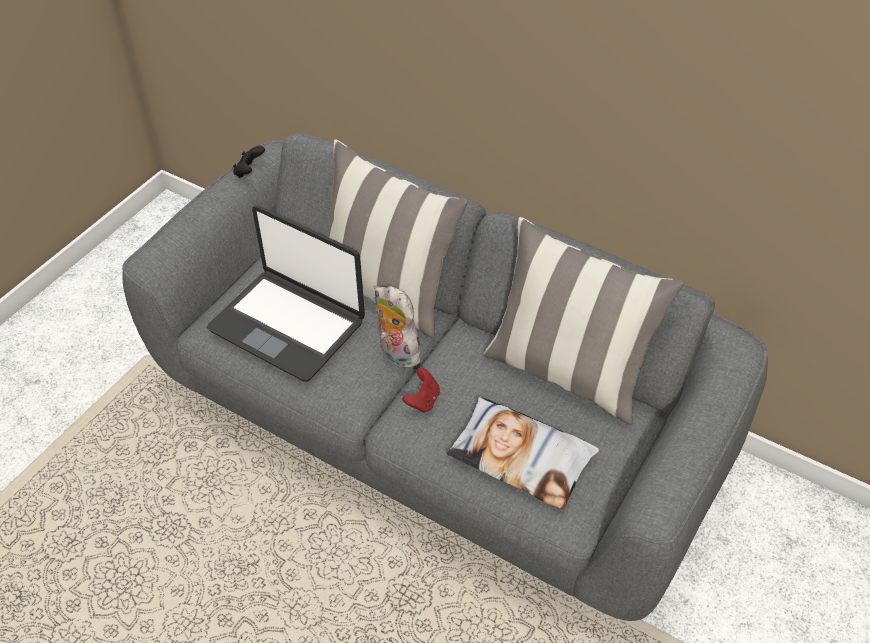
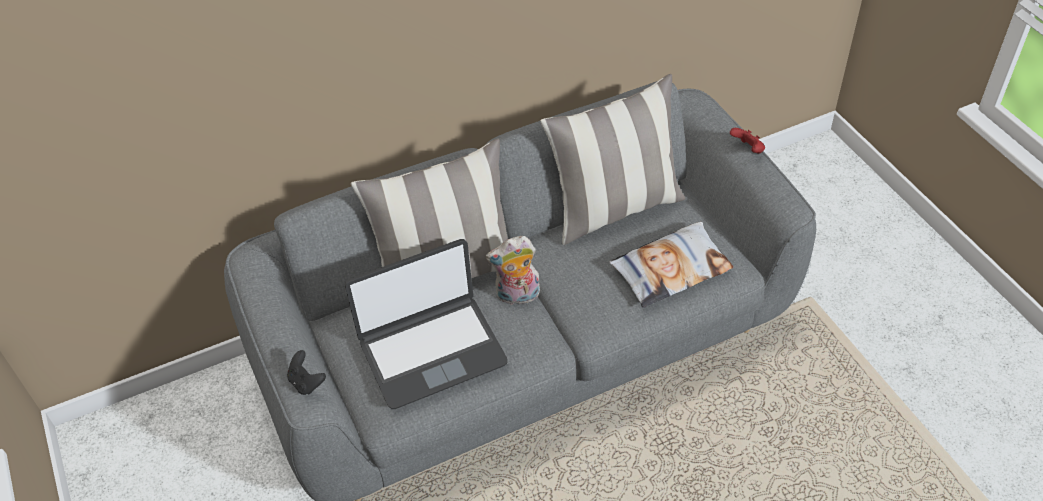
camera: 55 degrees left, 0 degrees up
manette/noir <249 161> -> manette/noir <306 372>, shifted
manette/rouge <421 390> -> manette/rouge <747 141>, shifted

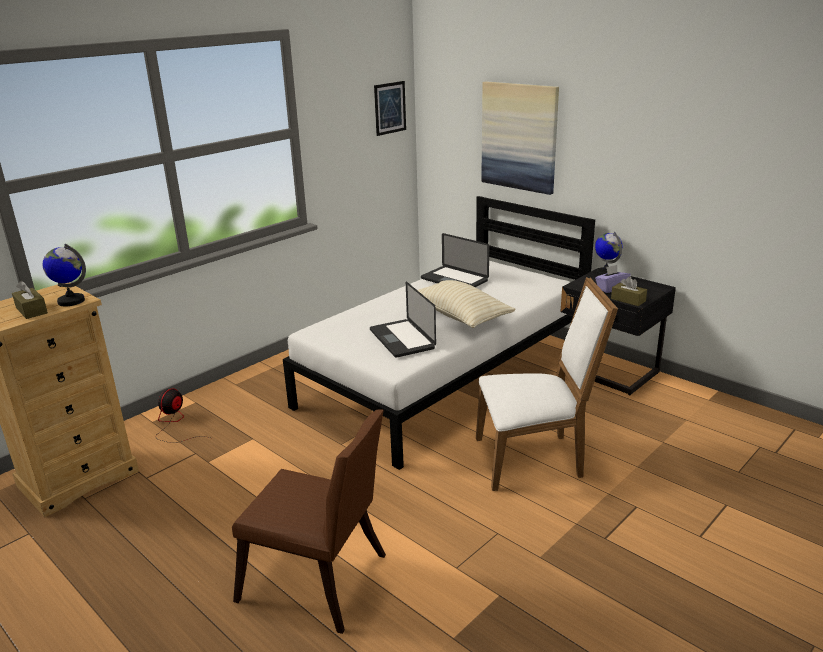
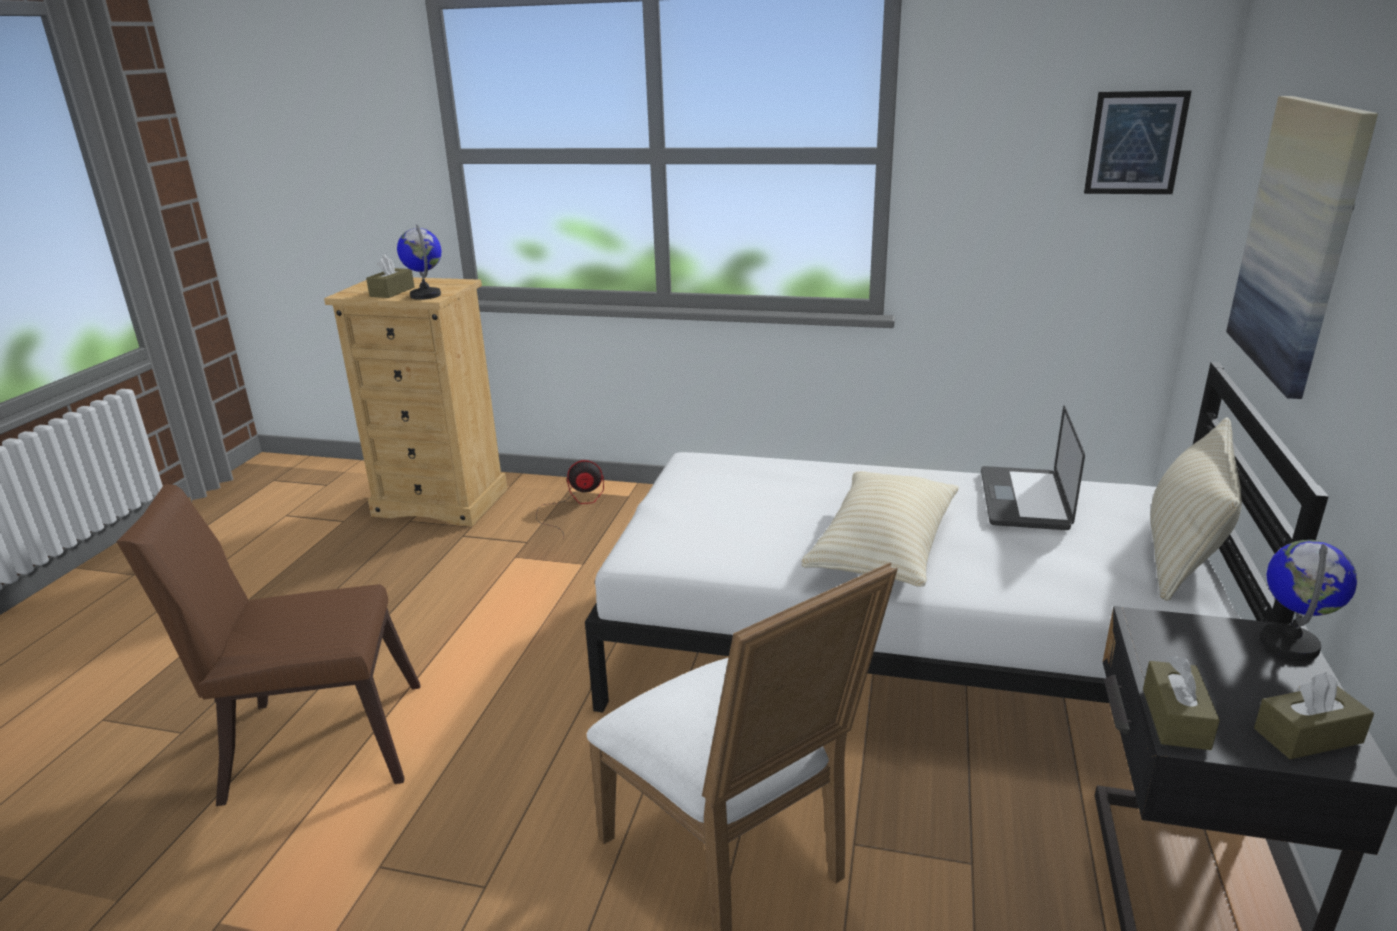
camera: 60 degrees right, 0 degrees up
boîte à mouchoirs/violet <613 279> -> none
ordinateur portable <403 319> -> none
chaise/marron <309 521> -> chaise/marron <268 645>, 90 degrees clockwise
none -> coussin/beige <1196 509>
none -> boîte à mouchoirs/marron <1314 715>

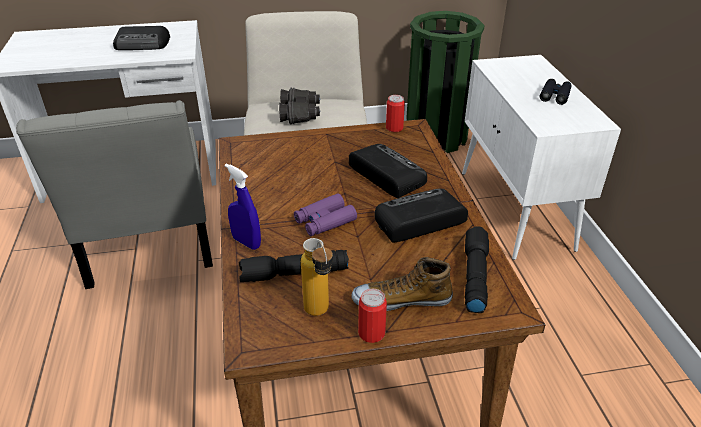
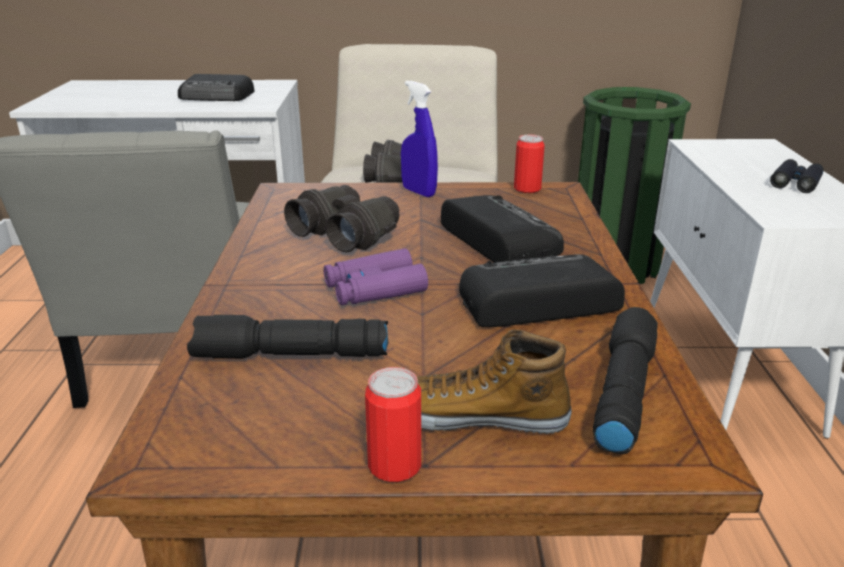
camera: 10 degrees right, 10 degrees down
vaporisateur/bleu <243 206> -> vaporisateur/bleu <419 139>, shifted
bouteille <317 277> -> none
none -> jumelles/noir <342 218>

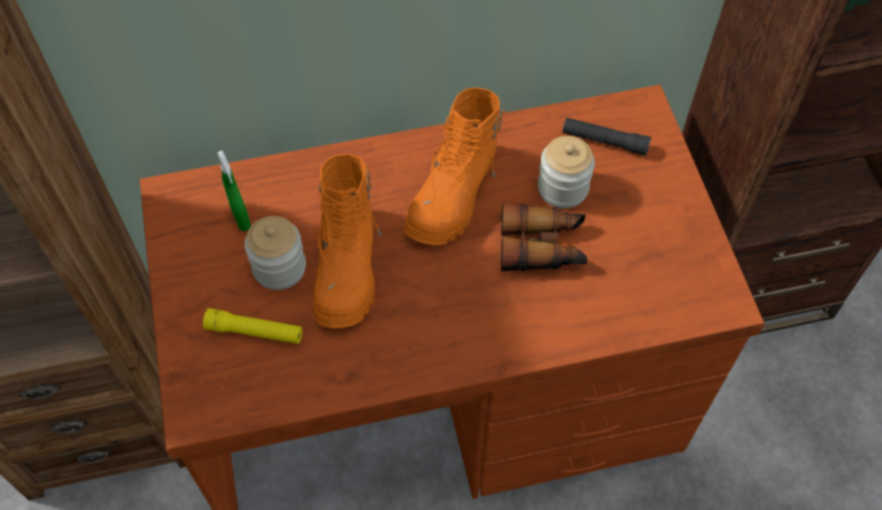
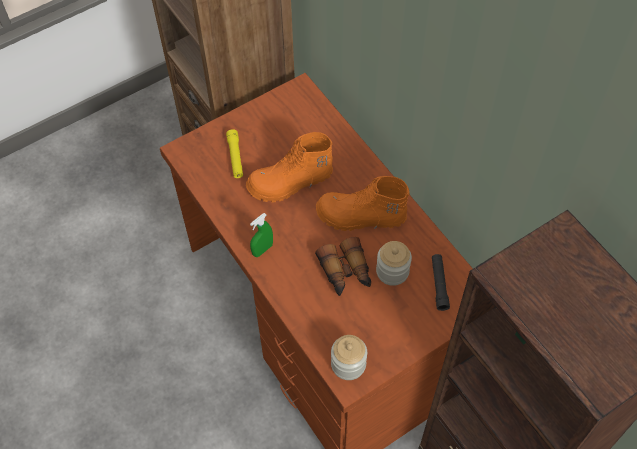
camera: 70 degrees right, 0 degrees up
vaporisateur/vert <234 190> -> vaporisateur/vert <261 235>, shifted
bocal <275 253> -> bocal <349 357>, shifted

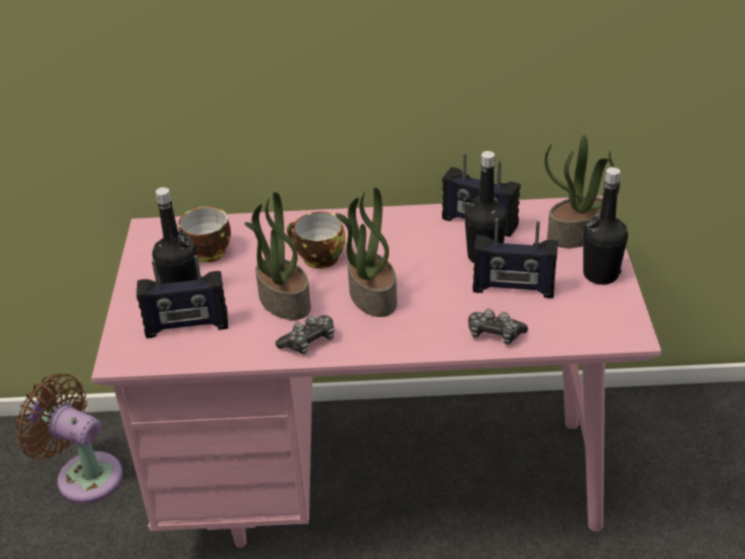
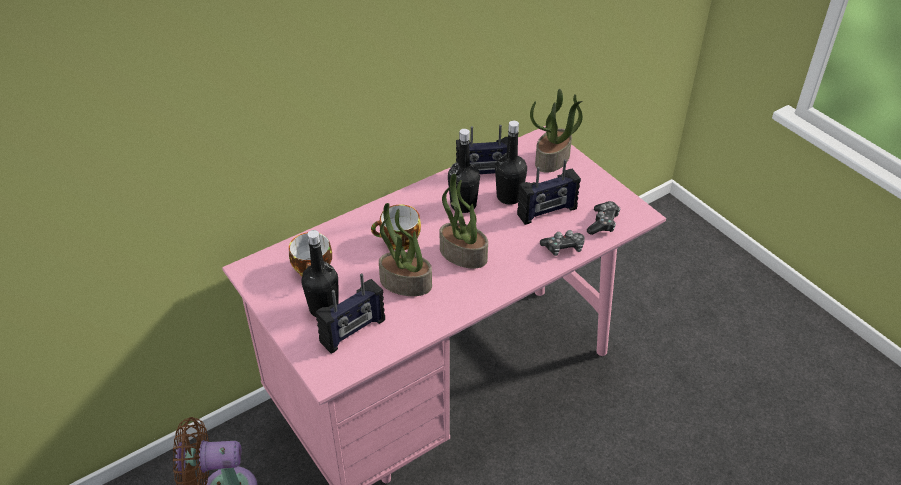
camera: 35 degrees left, 5 degrees up
bouteille/noir <605 226> -> bouteille/noir <464 171>, shifted
manette <305 335> -> manette <603 218>, shifted

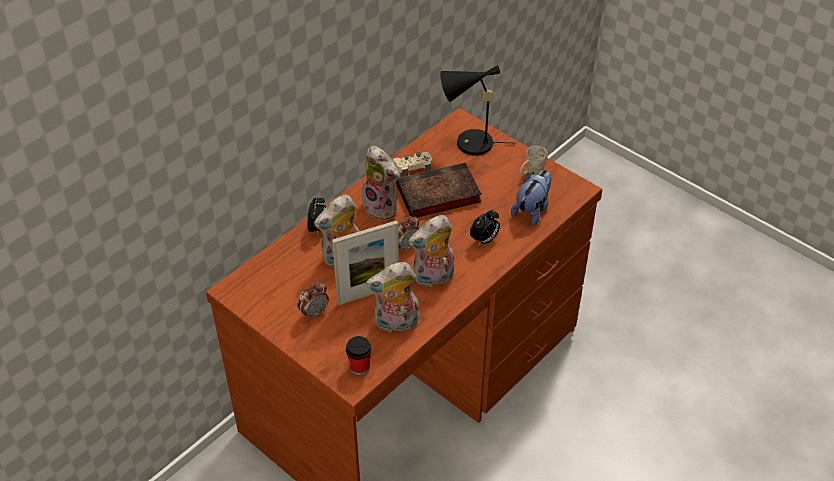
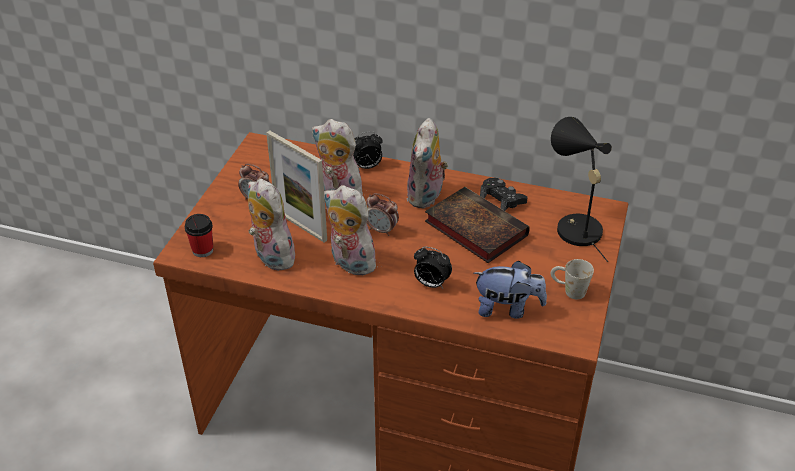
camera: 65 degrees right, 5 degrees down
manette/beige <412 164> -> manette/noir <504 194>

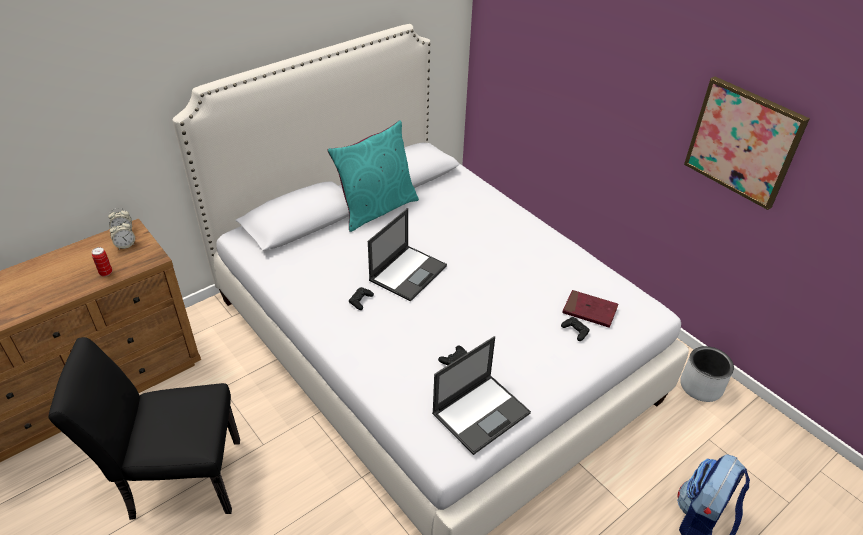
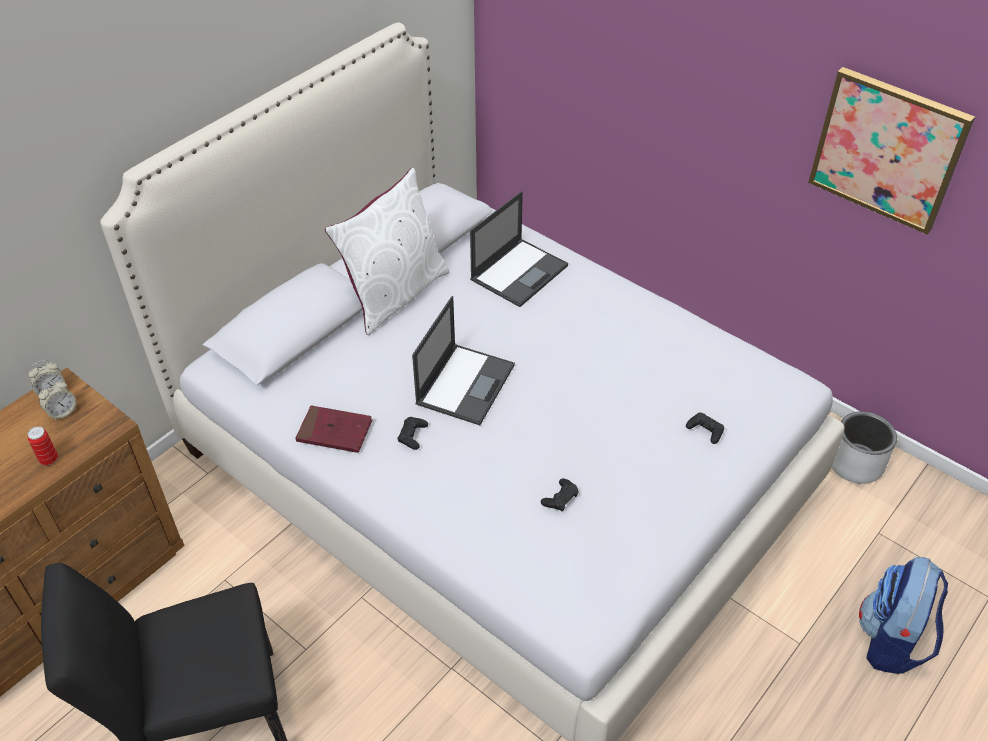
camera: 10 degrees left, 5 degrees up
coussin/turquoise <373 176> -> coussin/blanc <387 251>
livre/rouge <590 309> -> livre/rouge <333 429>, shifted
ordinateur portable <481 395> -> ordinateur portable <519 249>, shifted

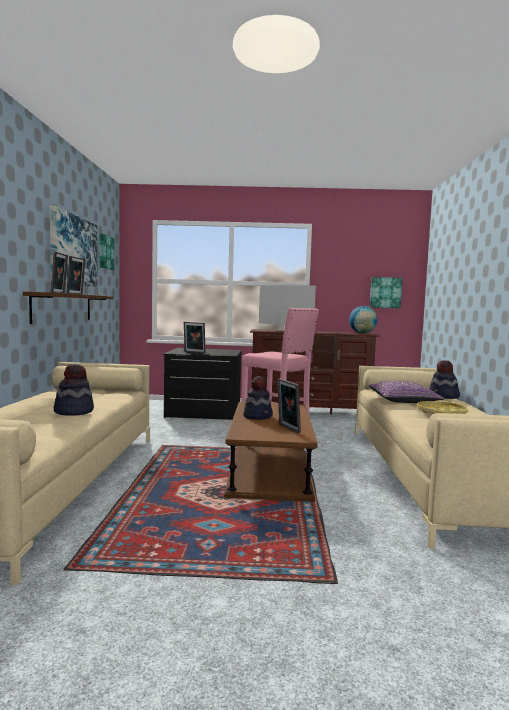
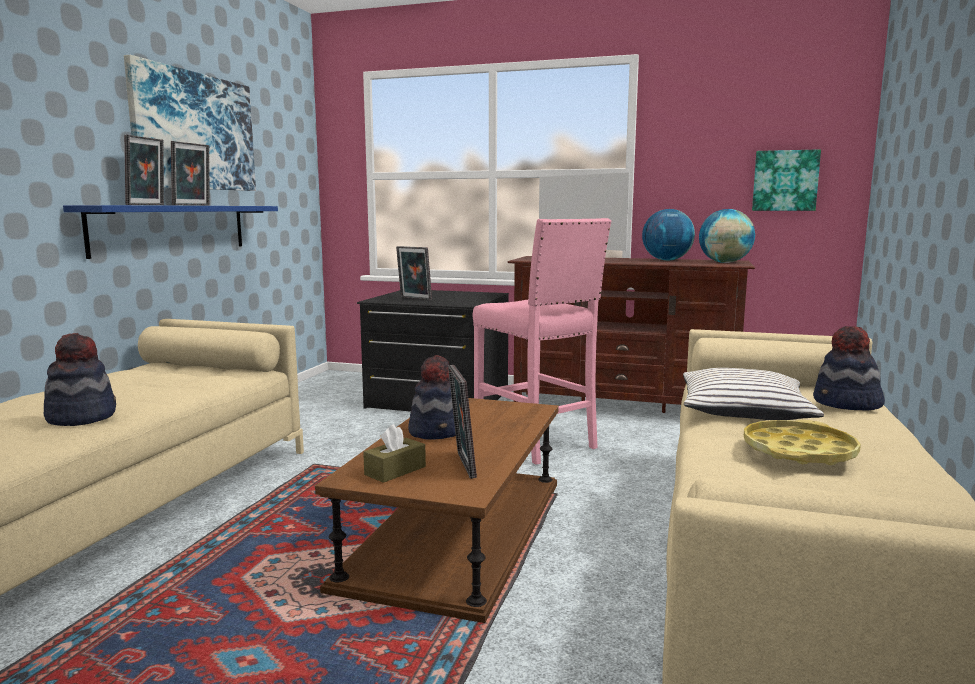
camera: 15 degrees right, 5 degrees up
tableau <106 251> -> none
étagère/marron <68 308> -> étagère/bleu <170 232>
coussin/violet <406 392> -> coussin/blanc <753 394>
none -> globe <668 235>
none -> boîte à mouchoirs/marron <394 453>

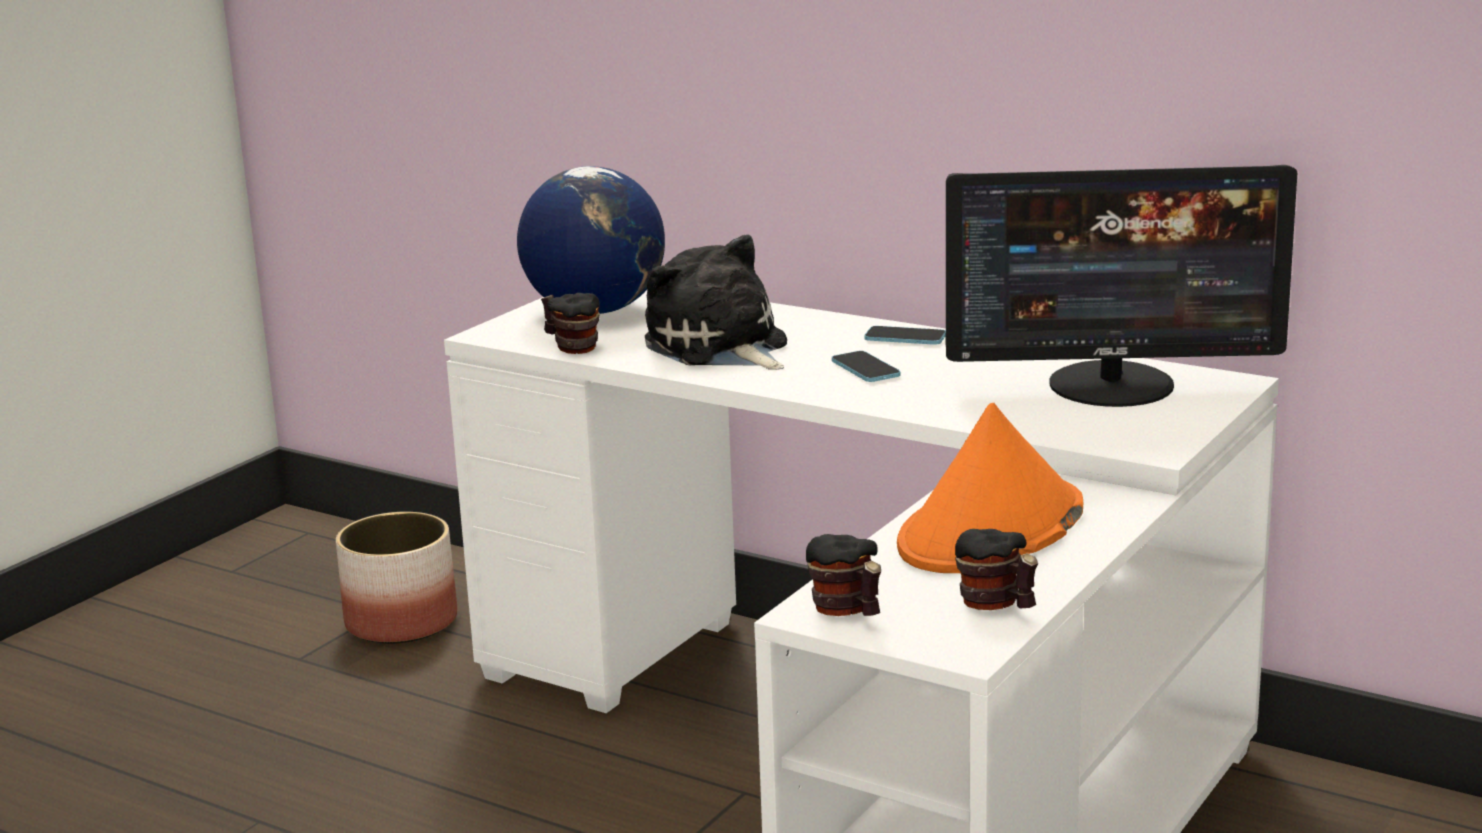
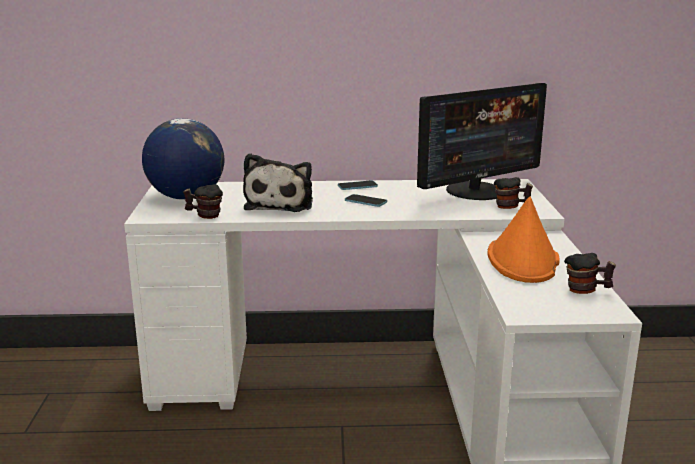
camera: 35 degrees left, 0 degrees up
peluche <716 302> -> peluche <278 182>, 105 degrees counterclockwise
cache-pot <396 578> -> none
mug <843 575> -> mug <513 193>, shifted

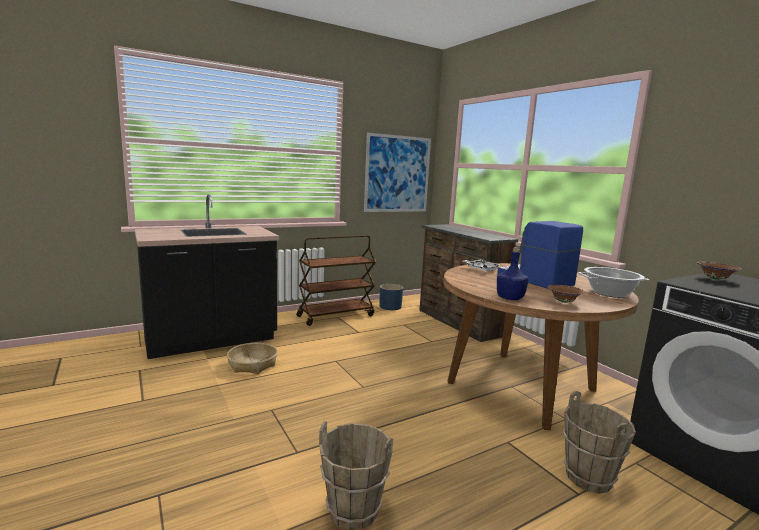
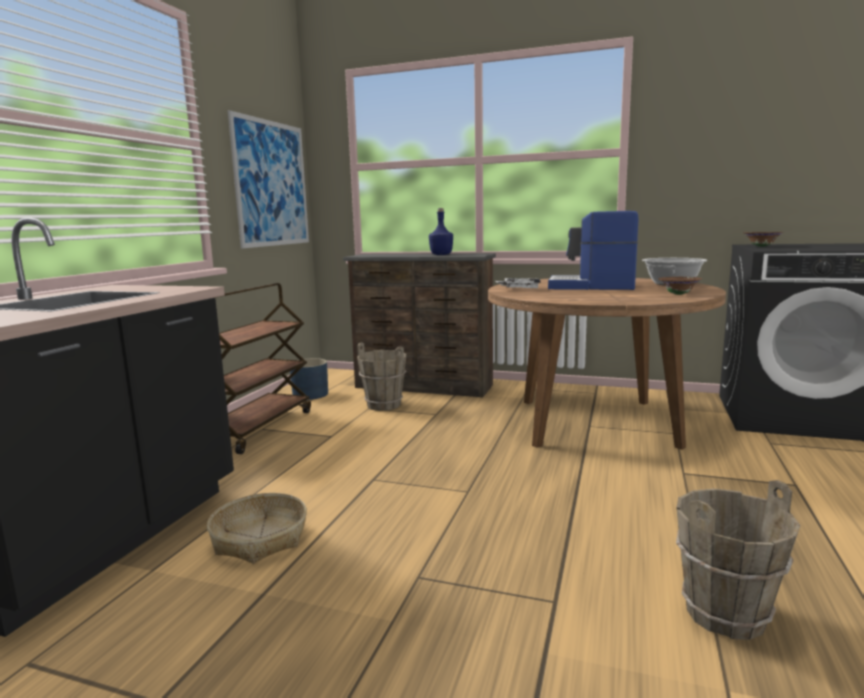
camera: 40 degrees left, 0 degrees up
bouteille/bleu <513 273> -> bouteille/bleu <441 231>, shifted
seau/marron <599 442> -> seau/marron <382 376>, shifted

